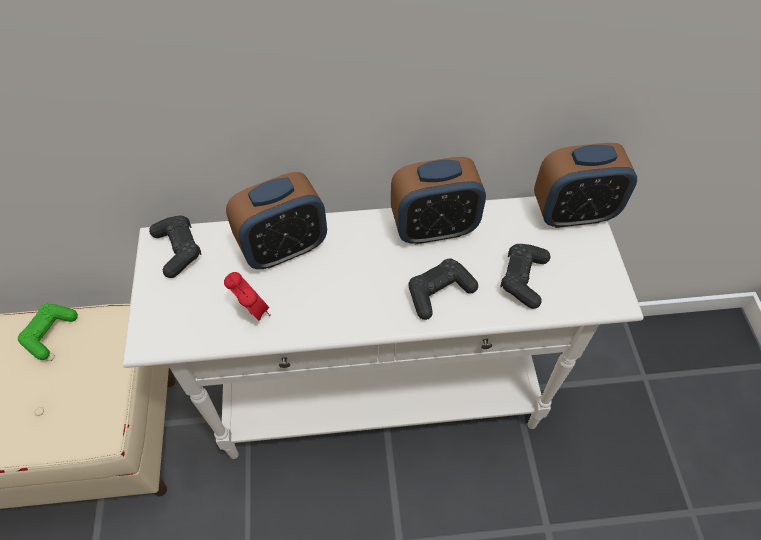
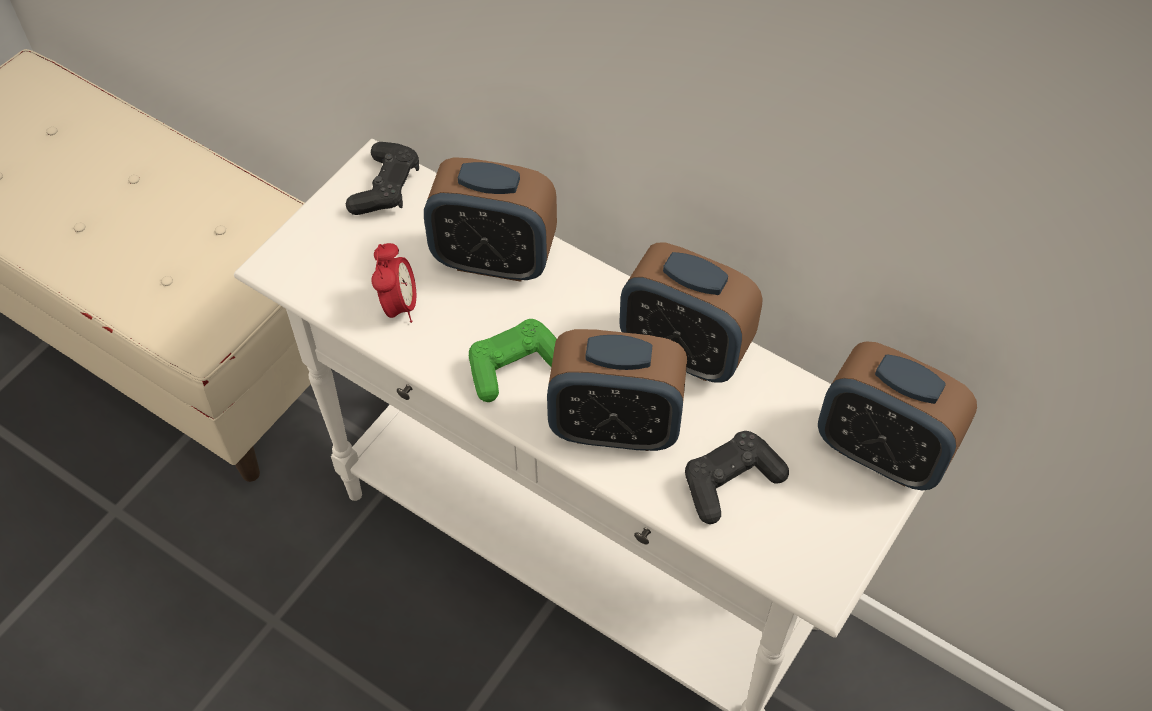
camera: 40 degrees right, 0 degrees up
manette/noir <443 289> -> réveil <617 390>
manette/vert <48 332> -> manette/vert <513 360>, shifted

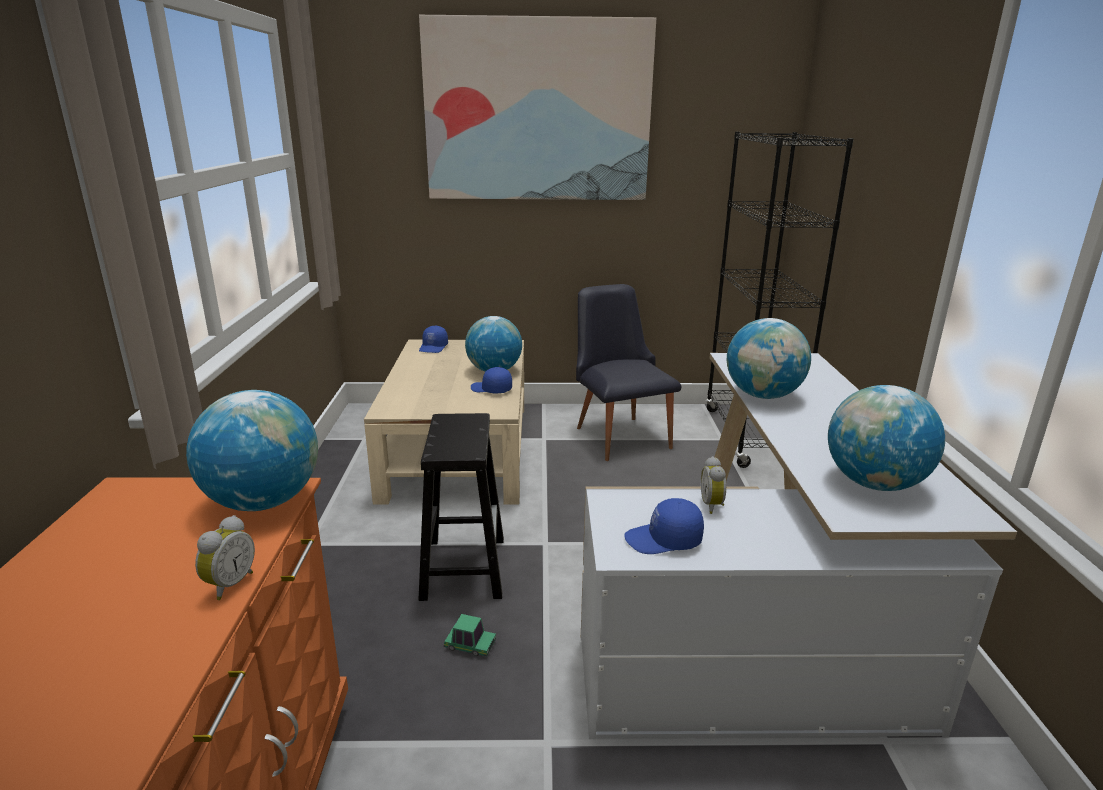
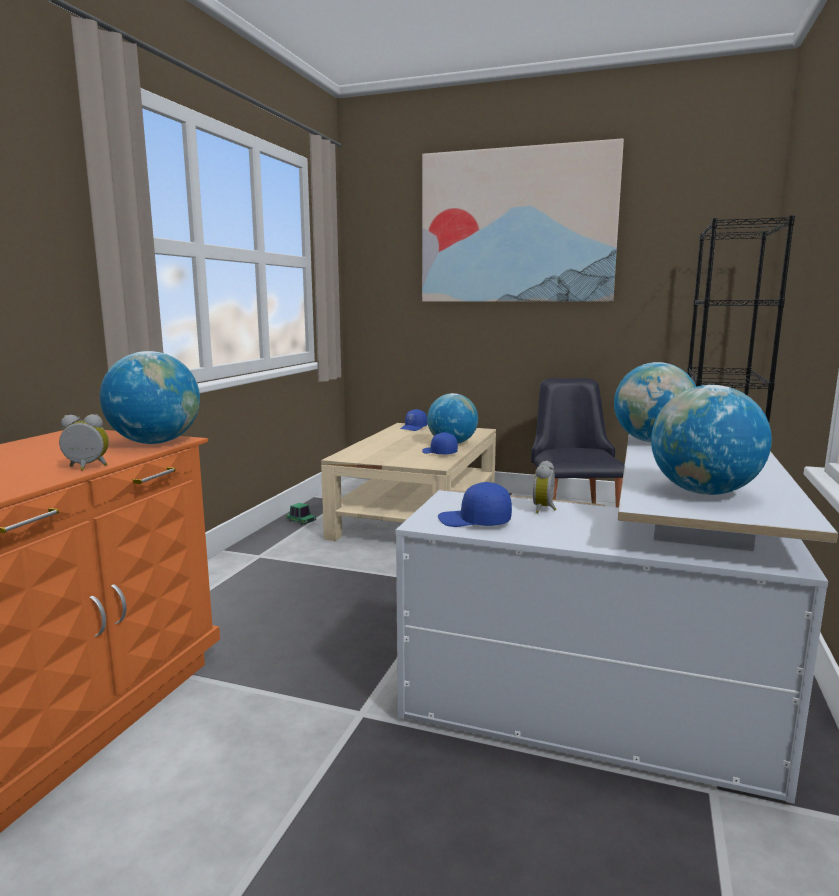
camera: 20 degrees right, 10 degrees down
tabouret/noir <461 507> -> none
réveil <225 557> -> réveil <84 442>, 135 degrees counterclockwise
petite voiture <470 635> -> petite voiture <301 514>, shifted

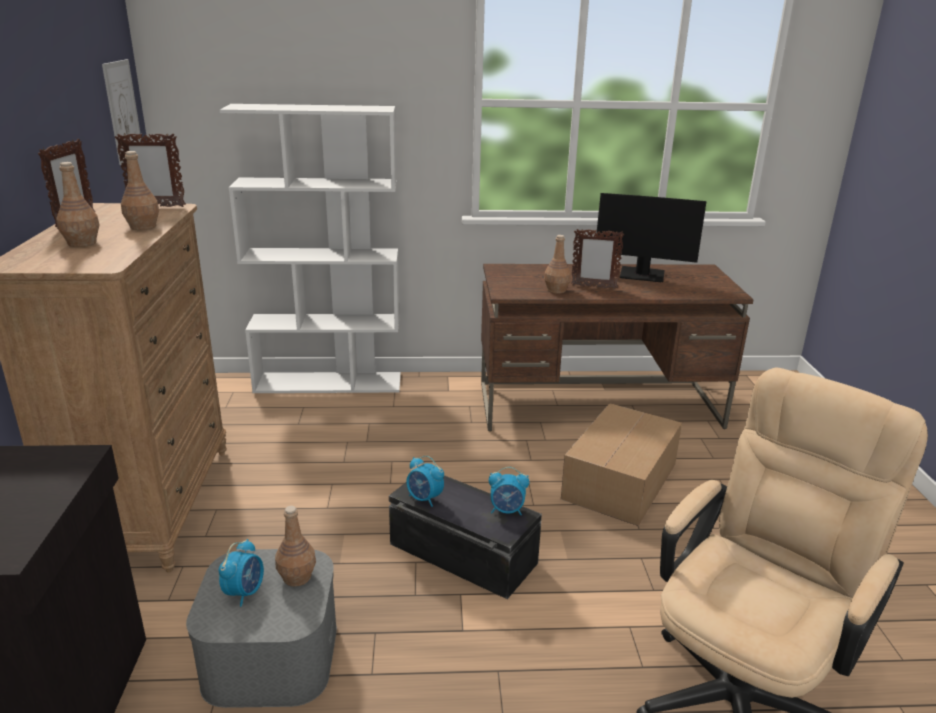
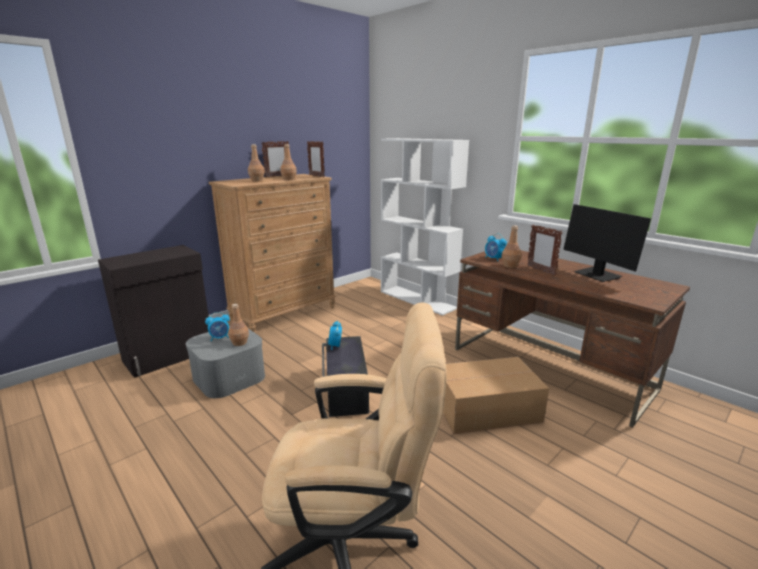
camera: 50 degrees right, 5 degrees down
tableau <121 112> -> none
réveil <509 491> -> réveil <496 247>, shifted

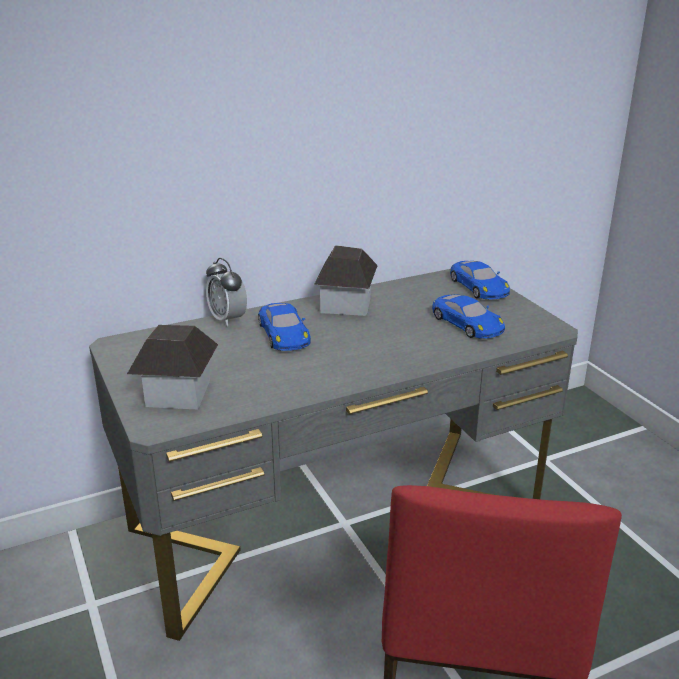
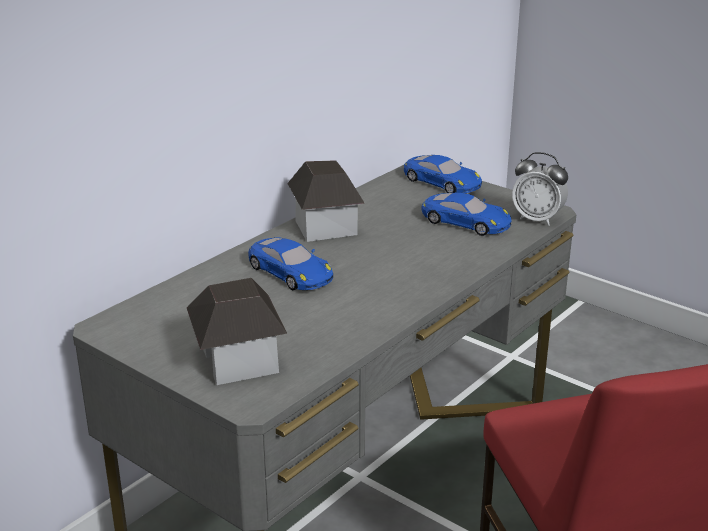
camera: 25 degrees left, 0 degrees up
réveil <226 292> -> réveil <540 189>, shifted

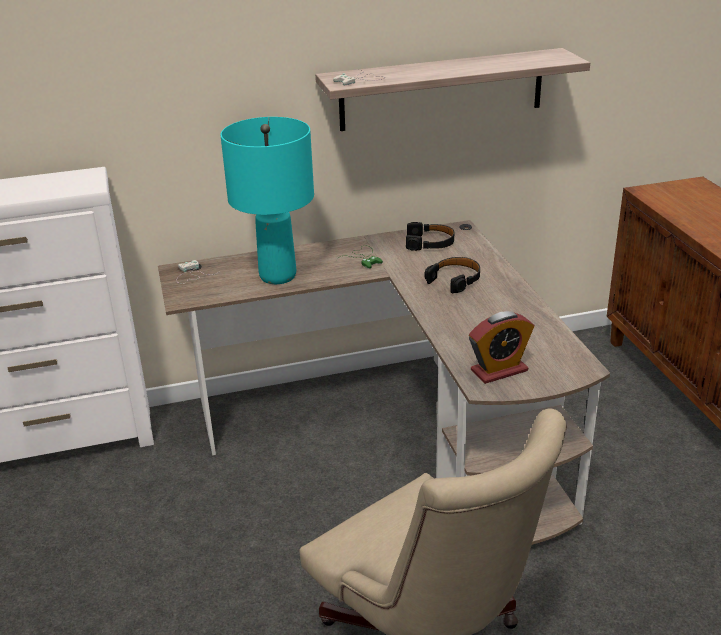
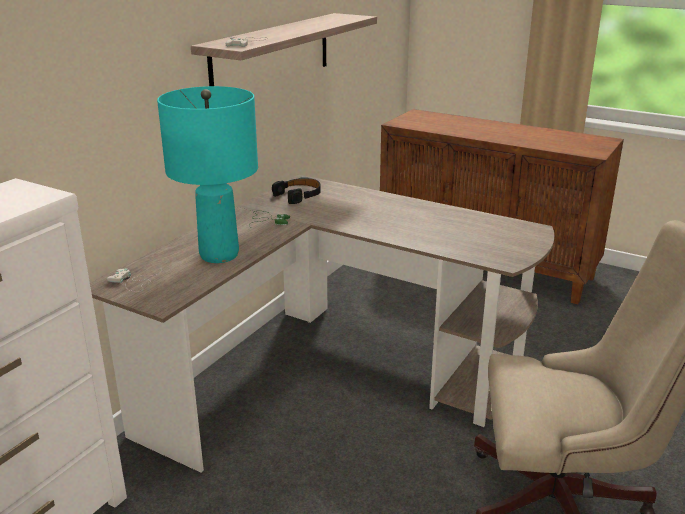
camera: 45 degrees left, 5 degrees down
casque audio/noir <452 275> -> none
réveil <501 347> -> none

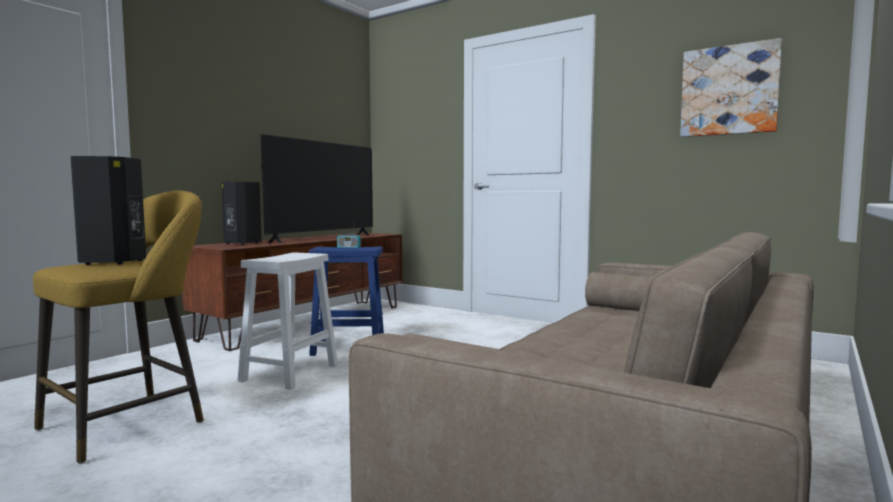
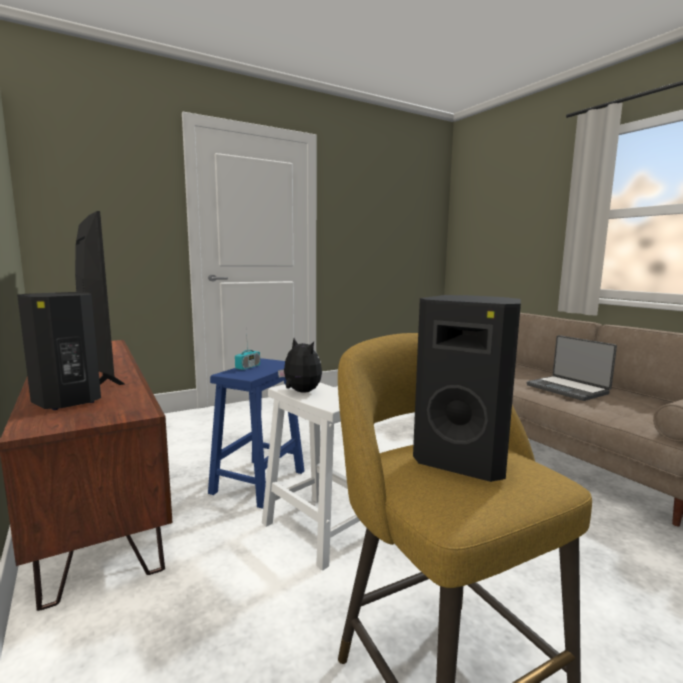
camera: 65 degrees left, 5 degrees up
tableau <731 87> -> none
none -> ordinateur portable <572 368>
none -> peluche <300 365>

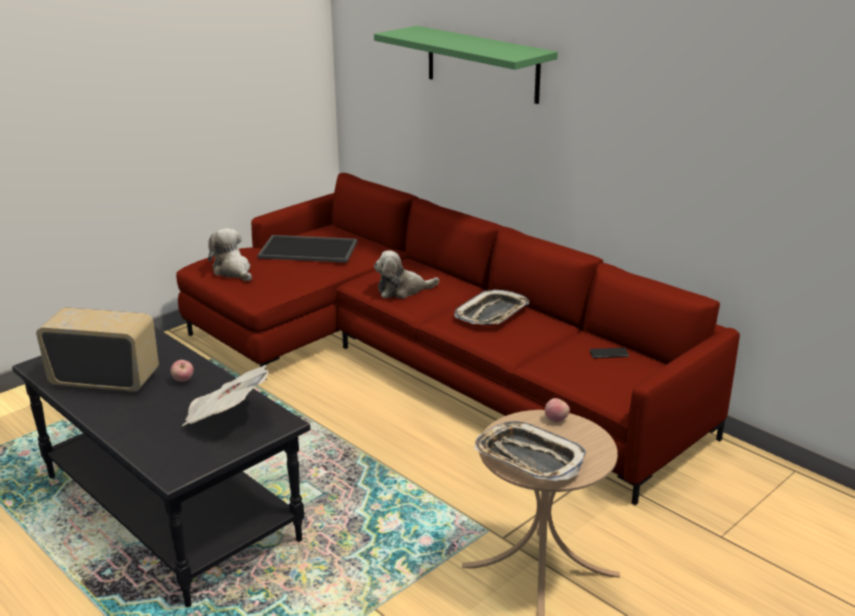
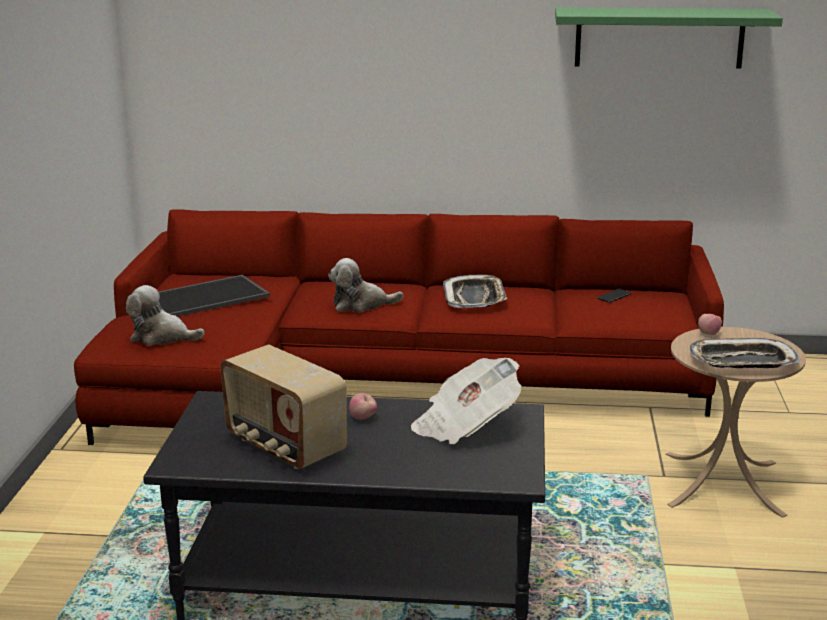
camera: 40 degrees left, 5 degrees down
étagère/vert <466 65> -> étagère/vert <669 38>, shifted
peluche <406 275> -> peluche <365 285>, 45 degrees clockwise
radio <97 349> -> radio <283 407>, 105 degrees counterclockwise

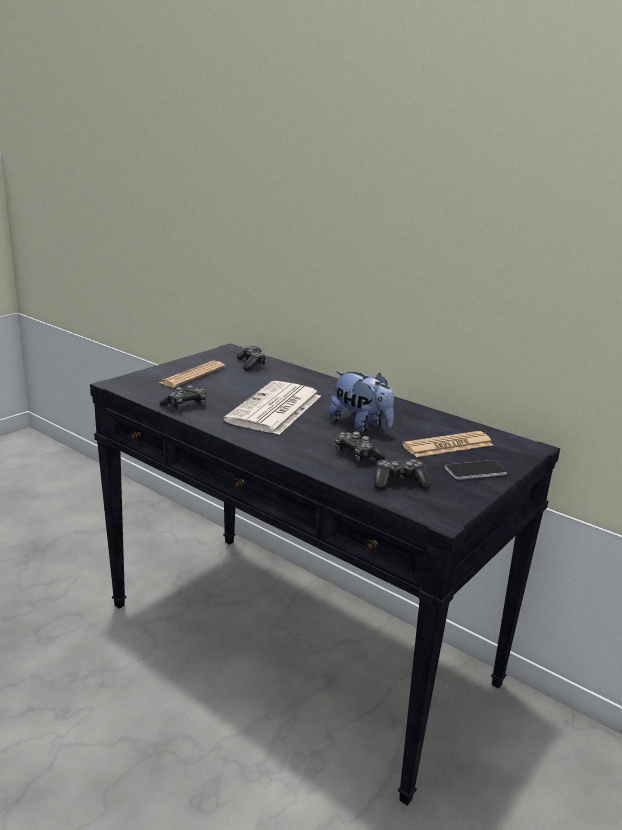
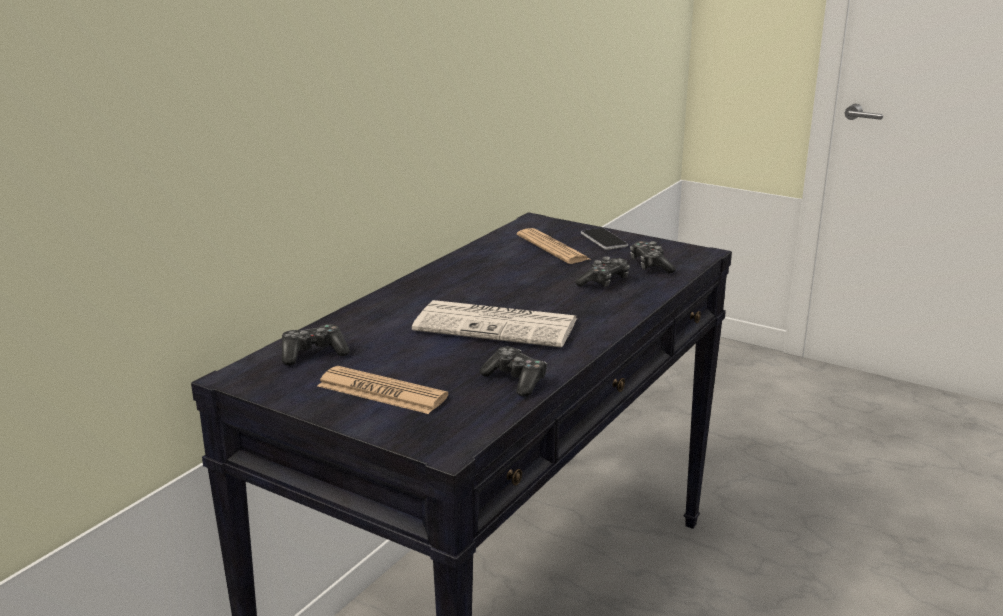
camera: 95 degrees left, 0 degrees up
peluche <361 401> -> none

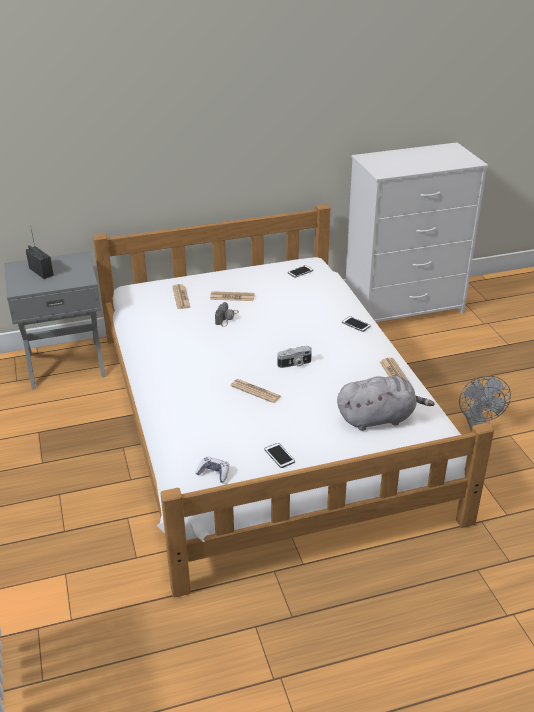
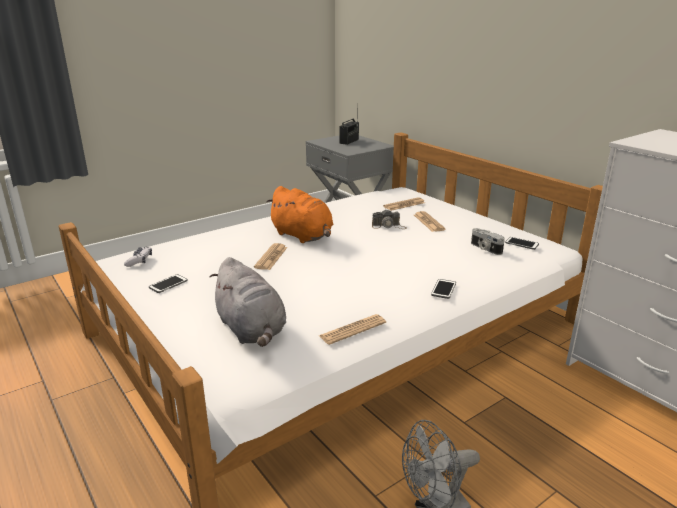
camera: 70 degrees right, 10 degrees down
appareil photo <294 357> -> appareil photo <488 241>, shifted
none -> peluche/orange <299 214>

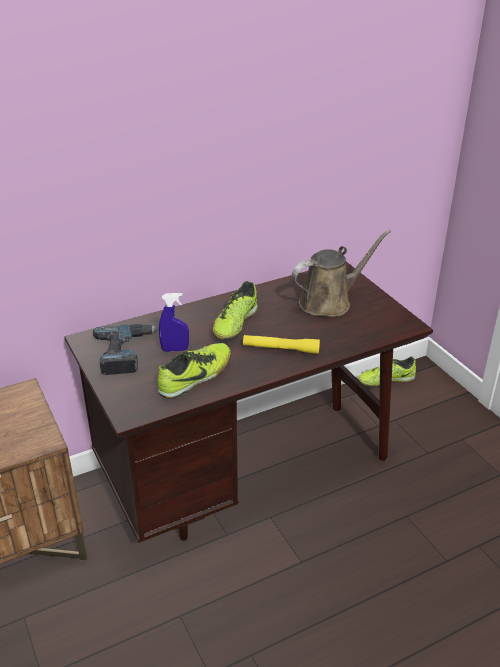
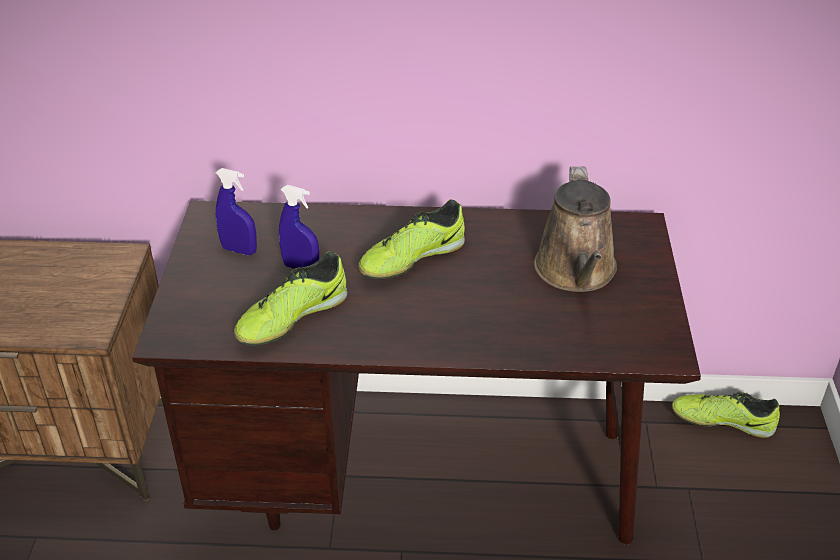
camera: 30 degrees right, 5 degrees up
arrosoir/marron <341 273> -> arrosoir/marron <575 229>, 90 degrees clockwise
perceuse <126 349> -> vaporisateur/bleu <236 211>
lampe de poche/jaune <281 344> -> none
chaussure <194 370> -> chaussure <290 298>, 150 degrees clockwise

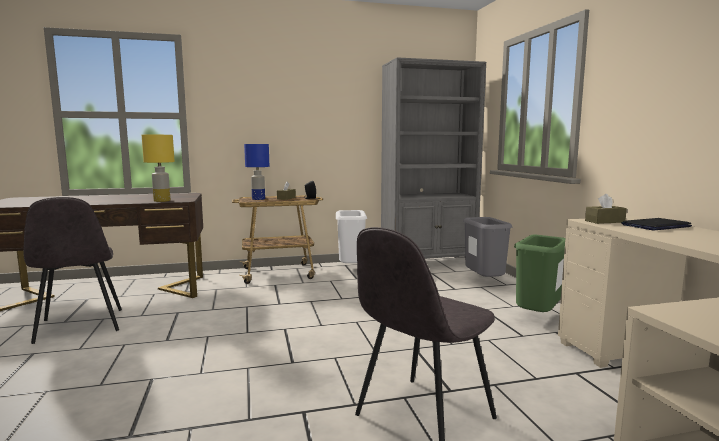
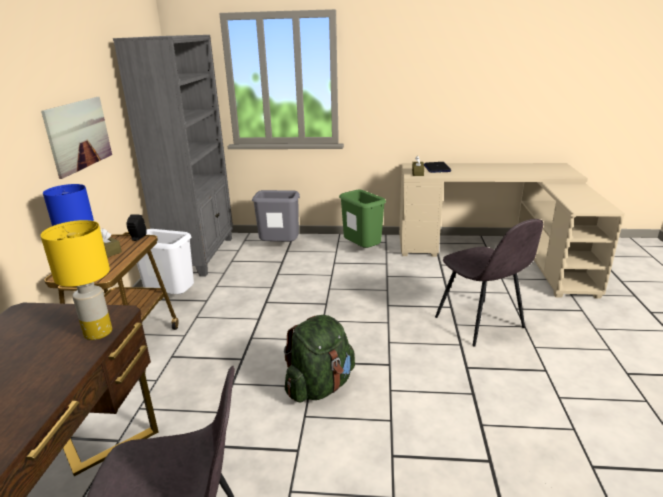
camera: 70 degrees left, 15 degrees up
none -> tableau <76 138>
none -> sac à dos/vert <319 359>

